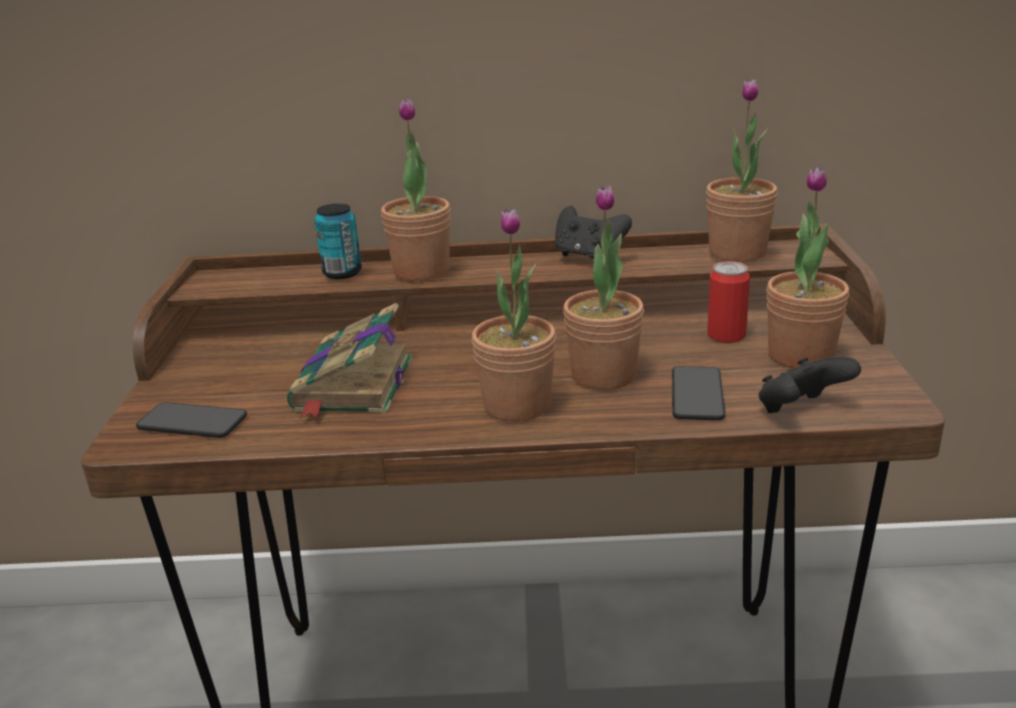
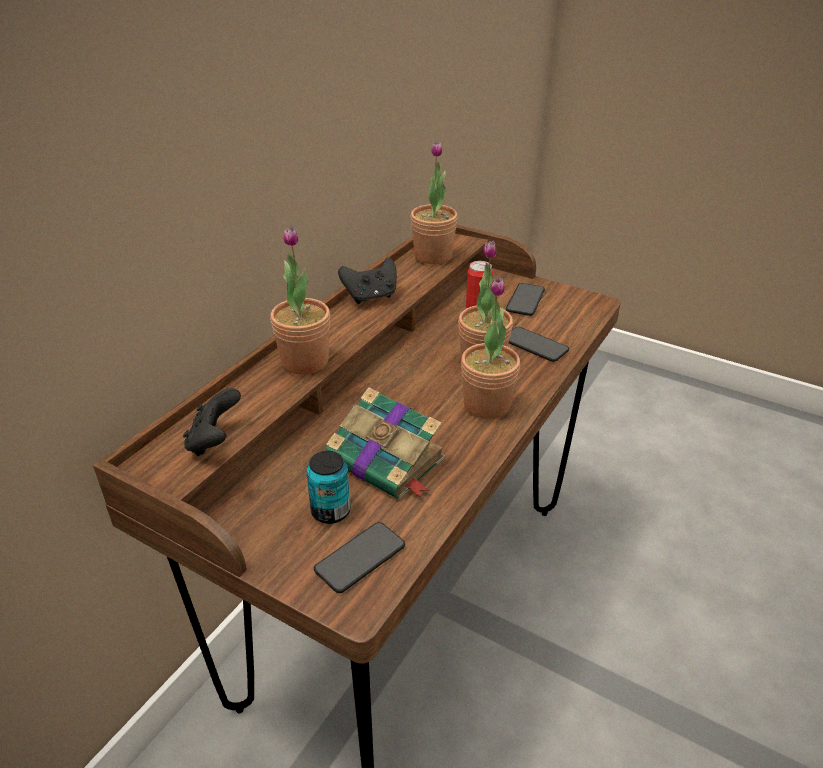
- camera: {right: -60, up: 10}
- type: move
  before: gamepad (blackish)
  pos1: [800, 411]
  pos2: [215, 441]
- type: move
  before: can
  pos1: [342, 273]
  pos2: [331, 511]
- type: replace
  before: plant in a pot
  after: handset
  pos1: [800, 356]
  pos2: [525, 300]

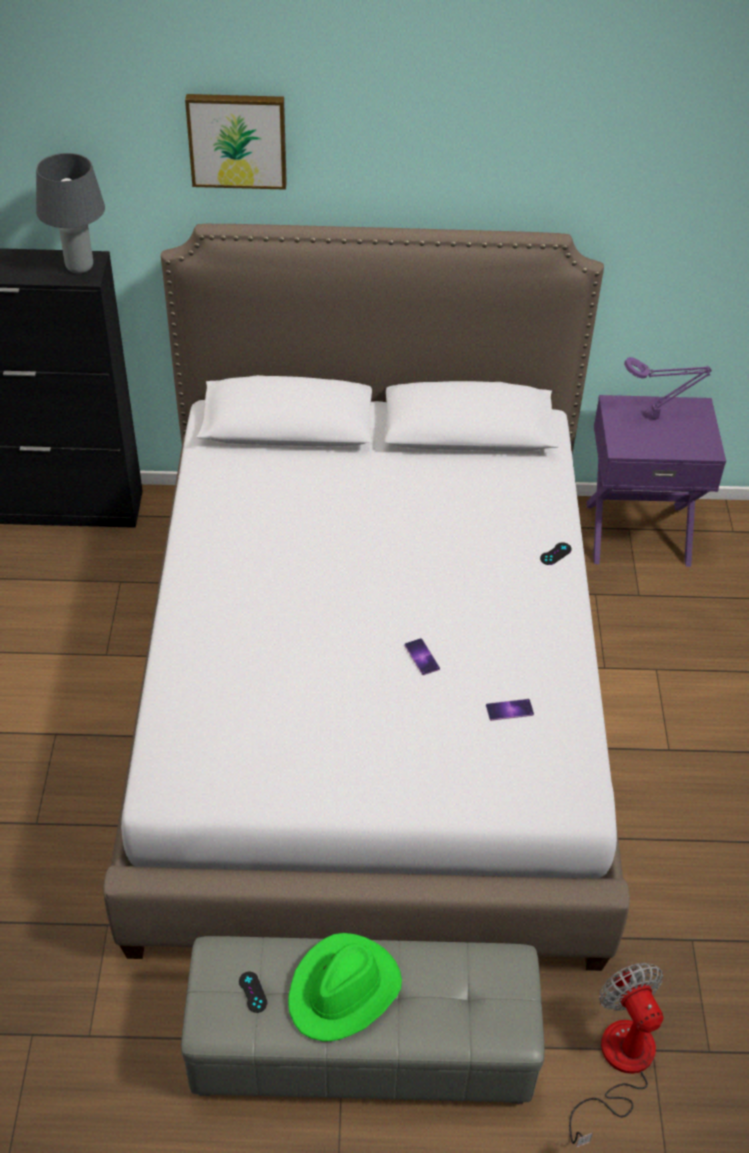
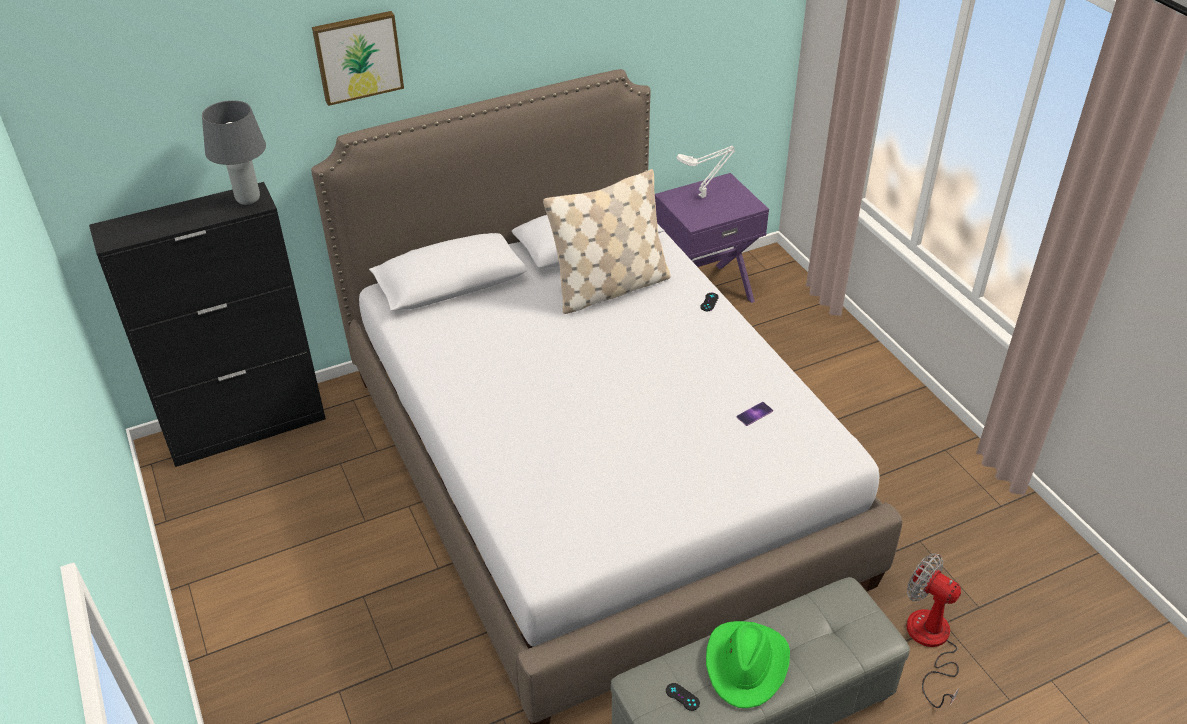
- camera: {right: -25, up: -5}
- type: insert
  after: throw pillow (sand-coloured)
  pos2: [610, 288]
- type: recolor
  before: tabletop lamp (purple-coloured)
  after: tabletop lamp (white)
  pos1: [657, 417]
  pos2: [704, 195]
- type: delete
  before: handset
  pos1: [422, 657]

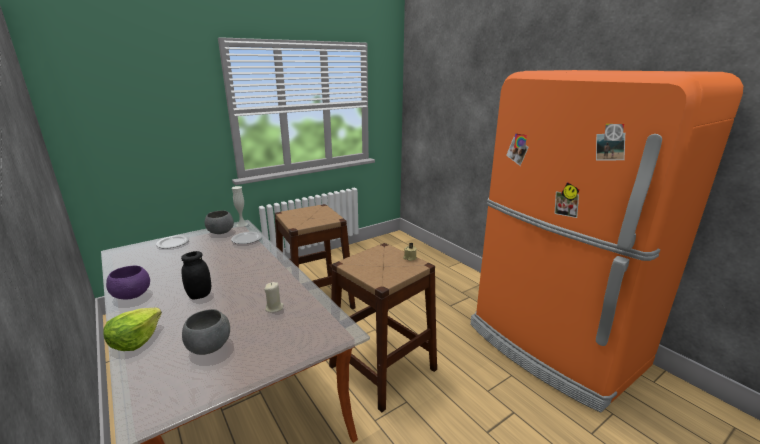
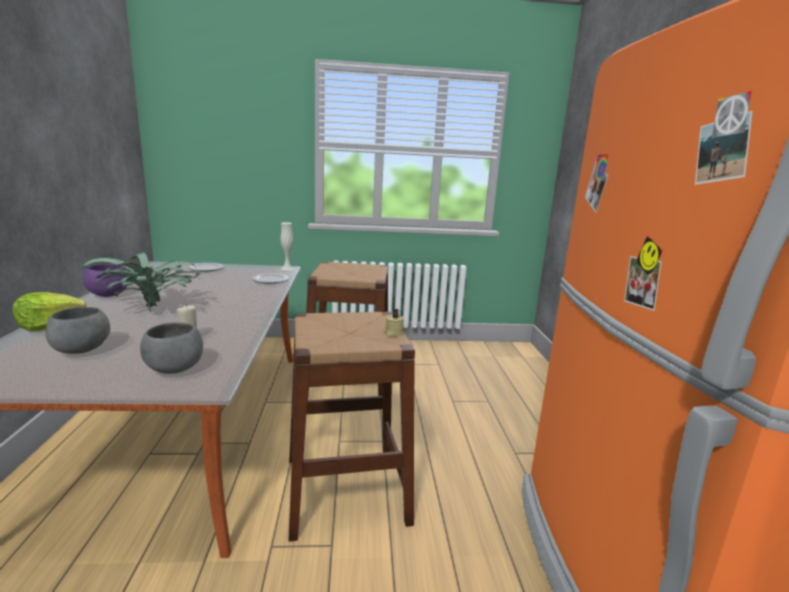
- camera: {right: 30, up: -5}
- type: replace
  before: storage jar (blackish)
  after: plant in a pot
  pos1: [200, 295]
  pos2: [152, 310]
- type: move
  before: bowl (grey)
  pos1: [221, 232]
  pos2: [175, 369]

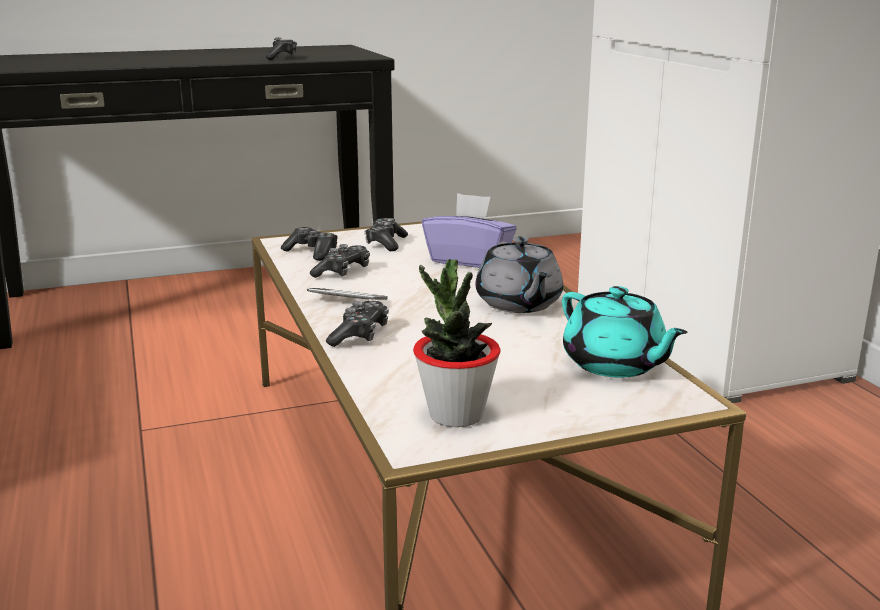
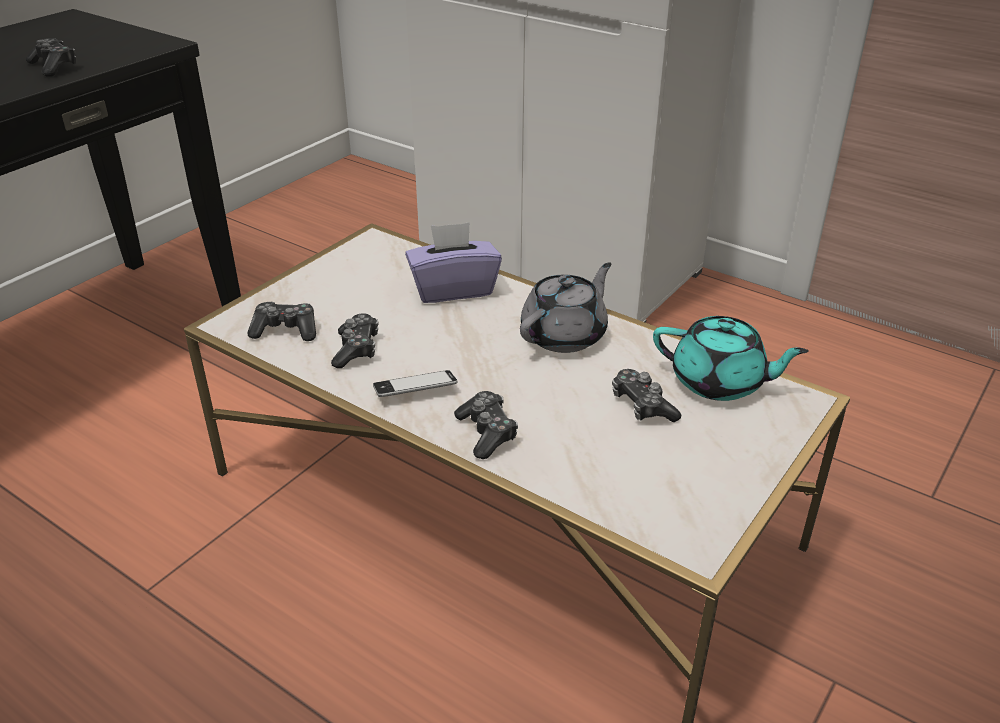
- camera: {right: -35, up: 15}
- type: rotate
  before: teapot (grey)
  pos1: [518, 304]
  pos2: [565, 335]
  turn: -90
- type: move
  before: gamepad
  pos1: [385, 243]
  pos2: [642, 405]
- type: delete
  before: plant in a pot
  pos1: [455, 415]

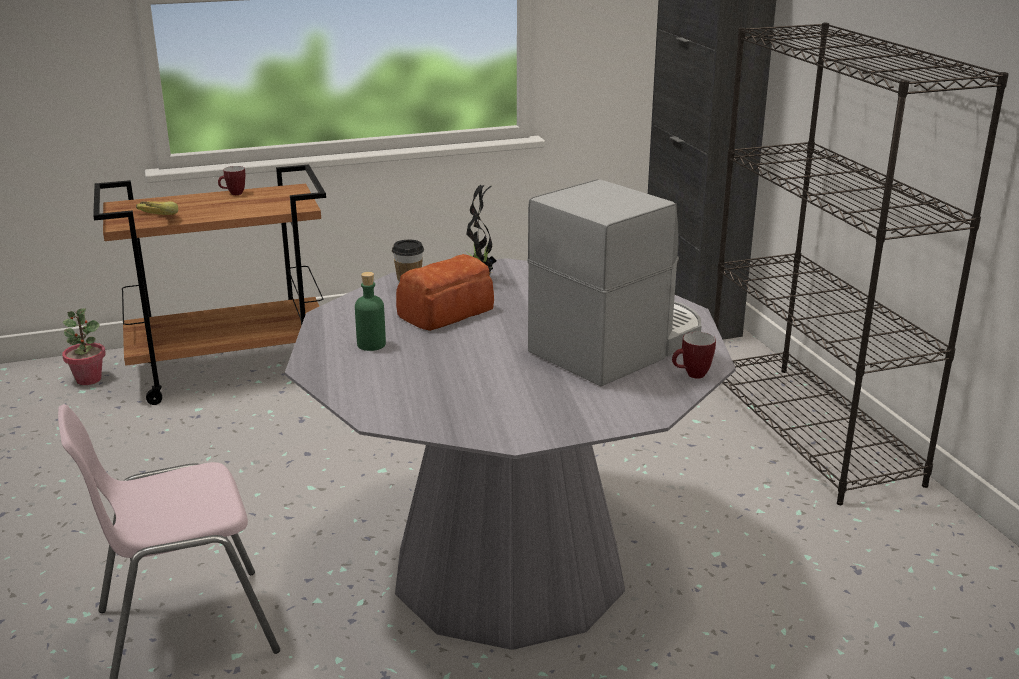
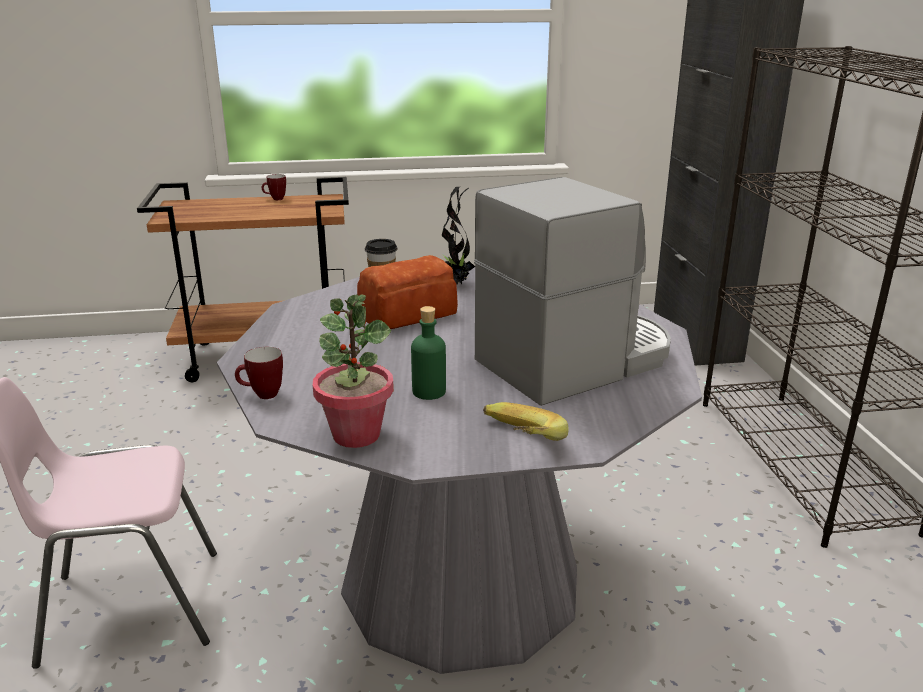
- camera: {right: 10, up: 0}
- type: move
  before: tea mug
  pos1: [691, 375]
  pos2: [261, 395]
- type: move
  before: plant in a pot
  pos1: [88, 379]
  pos2: [356, 435]
- type: move
  before: drink bottle (green)
  pos1: [371, 344]
  pos2: [429, 391]
- type: move
  before: banana fruit
  pos1: [151, 221]
  pos2: [516, 446]

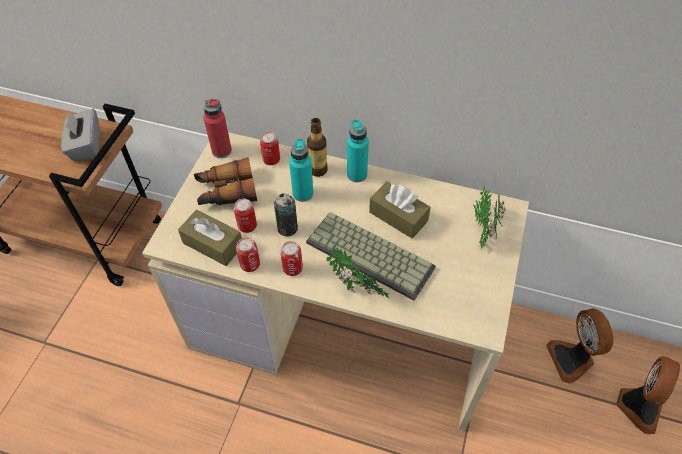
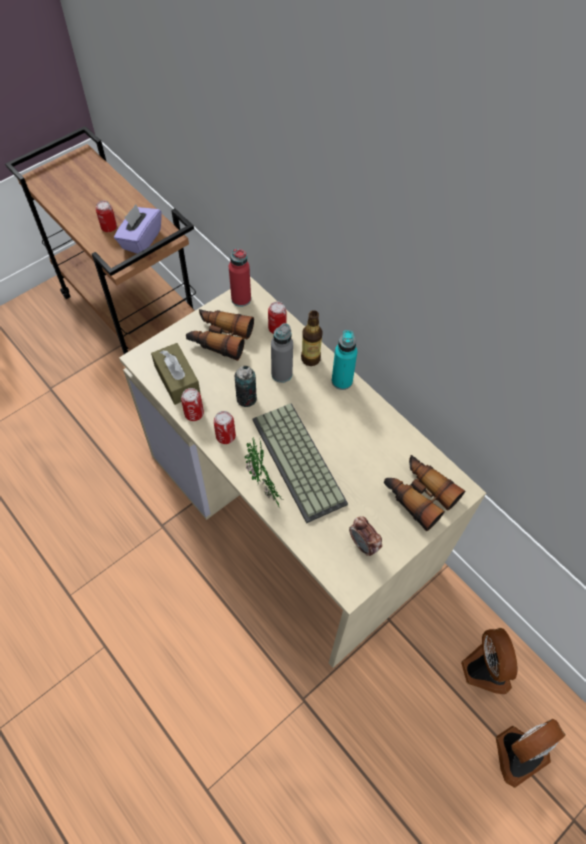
- camera: {right: 30, up: 5}
- type: move
  before: can
  pos1: [247, 226]
  pos2: [109, 227]
- type: recolor
  before: box of tissues (grey)
  after: box of tissues (purple-coloured)
  pos1: [86, 146]
  pos2: [141, 240]
- type: recolor
  before: drink bottle (turquoise)
  after: drink bottle (grey)
  pos1: [303, 193]
  pos2: [281, 374]
- type: insert
  after: bedside clock
  pos2: [363, 544]
- type: replace
  before: plant in a pot
  after: pair of binoculars
  pos1: [482, 229]
  pos2: [419, 494]
- type: rotate
  before: cooling fan
  pos1: [572, 359]
  pos2: [484, 669]
  turn: 150
- type: delete
  before: box of tissues (brown-coloured)
  pos1: [398, 216]

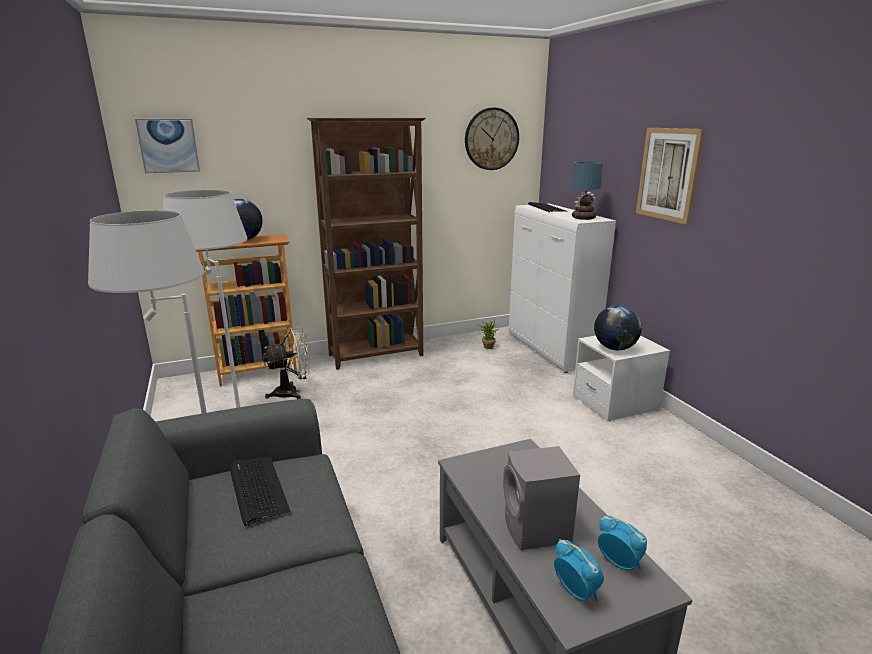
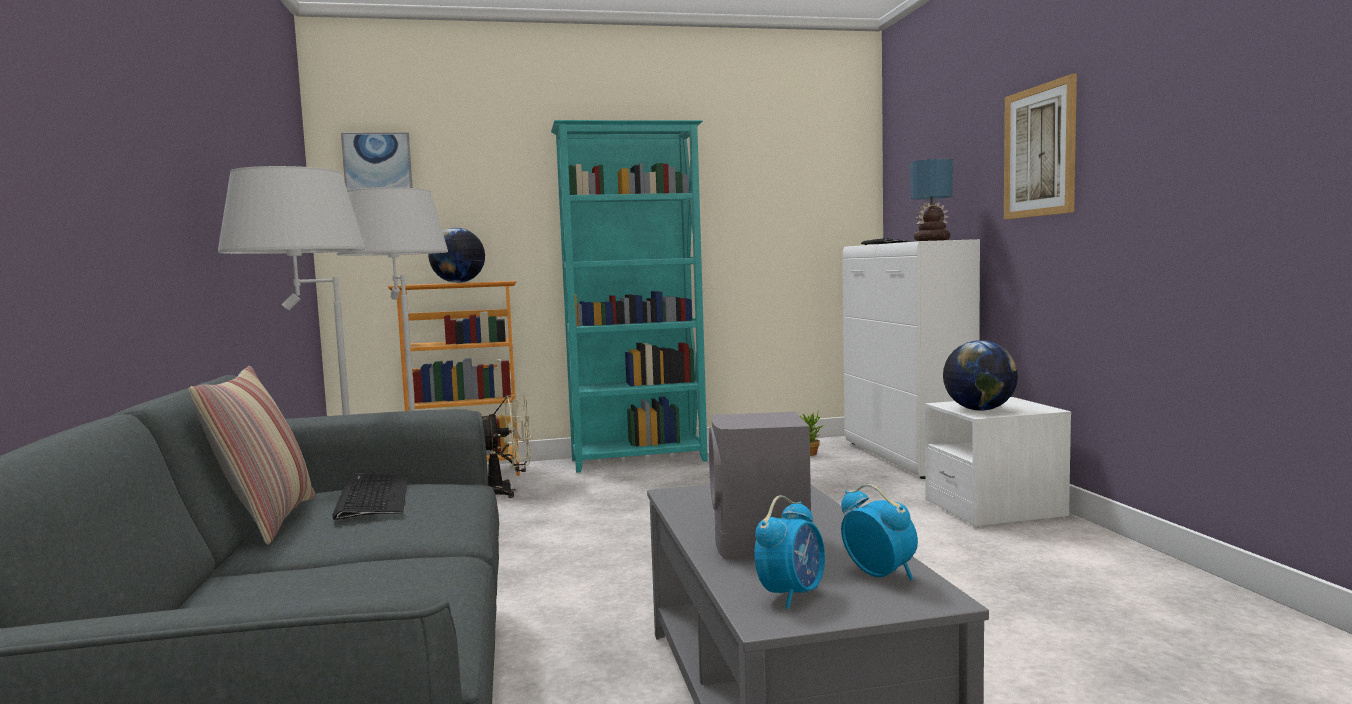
- camera: {right: 10, up: -15}
- type: insert
  after: throw pillow
  pos2: [267, 521]
- type: recolor
  before: bookcase (brown-coloured)
  after: bookcase (turquoise)
  pos1: [377, 355]
  pos2: [640, 460]
- type: rotate
  before: bedside clock
  pos1: [576, 591]
  pos2: [792, 594]
  turn: 60
- type: delete
  before: wall clock
  pos1: [491, 139]

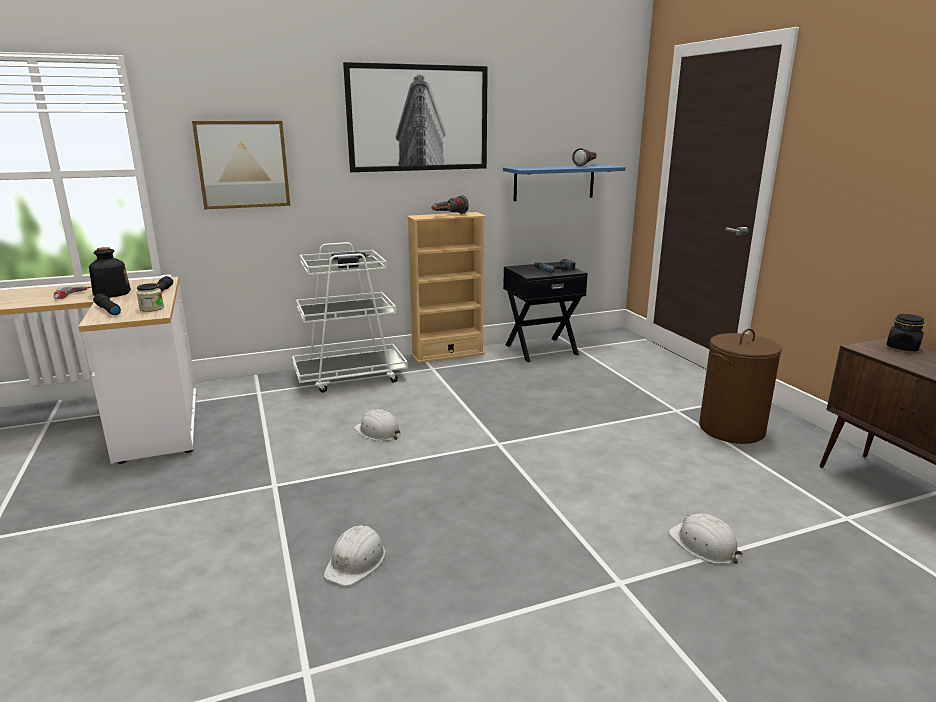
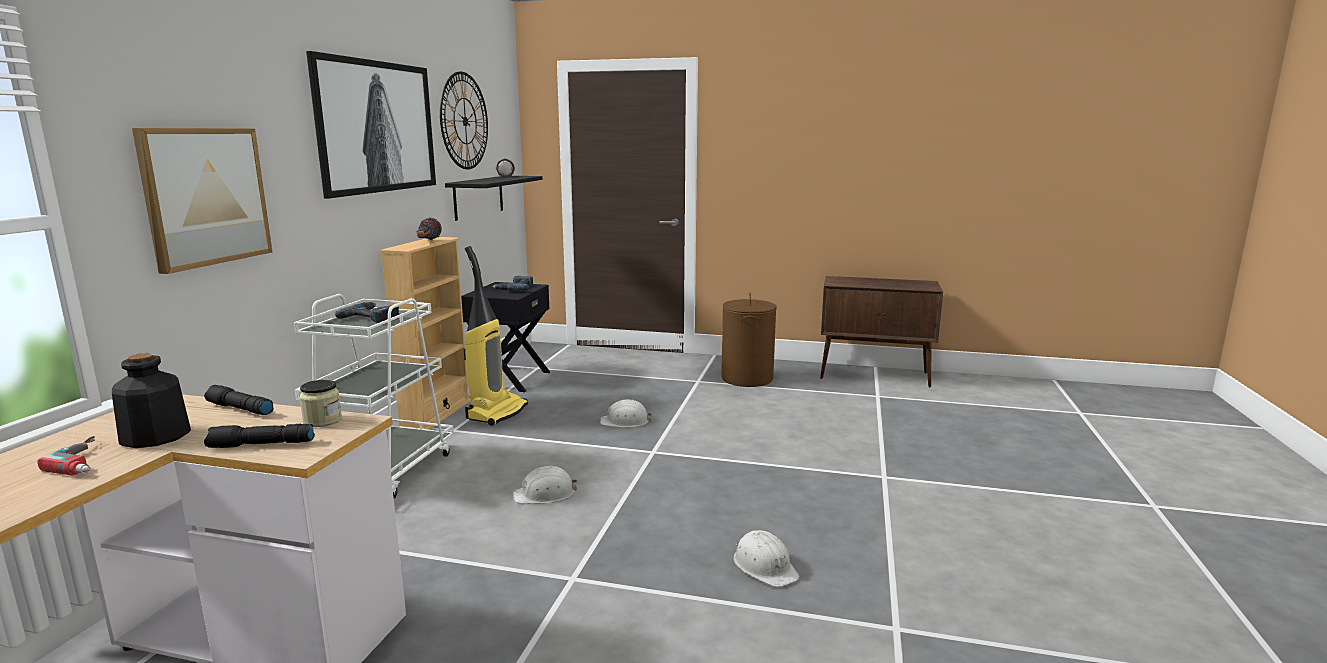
- camera: {right: -55, up: -5}
- type: insert
  after: wall clock
  pos2: [464, 121]
- type: recolor
  before: wall shelf (blue)
  after: wall shelf (blackish)
  pos1: [554, 182]
  pos2: [478, 197]
- type: insert
  after: vacuum cleaner
  pos2: [496, 412]
- type: move
  before: hard hat (white)
  pos1: [704, 545]
  pos2: [625, 421]
- type: delete
  before: storage jar (blackish)
  pos1: [902, 347]

